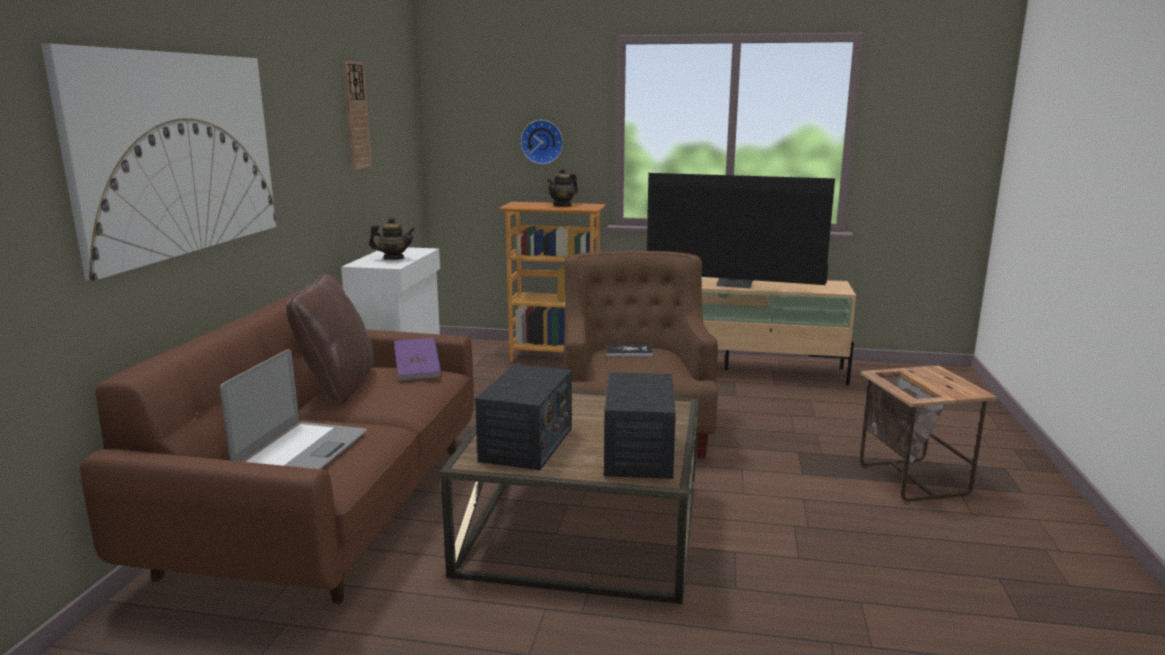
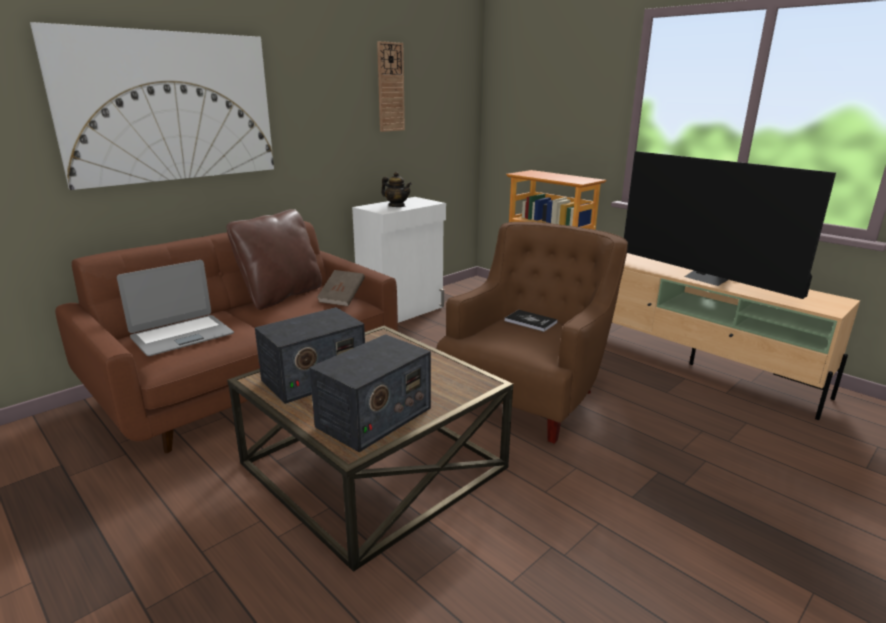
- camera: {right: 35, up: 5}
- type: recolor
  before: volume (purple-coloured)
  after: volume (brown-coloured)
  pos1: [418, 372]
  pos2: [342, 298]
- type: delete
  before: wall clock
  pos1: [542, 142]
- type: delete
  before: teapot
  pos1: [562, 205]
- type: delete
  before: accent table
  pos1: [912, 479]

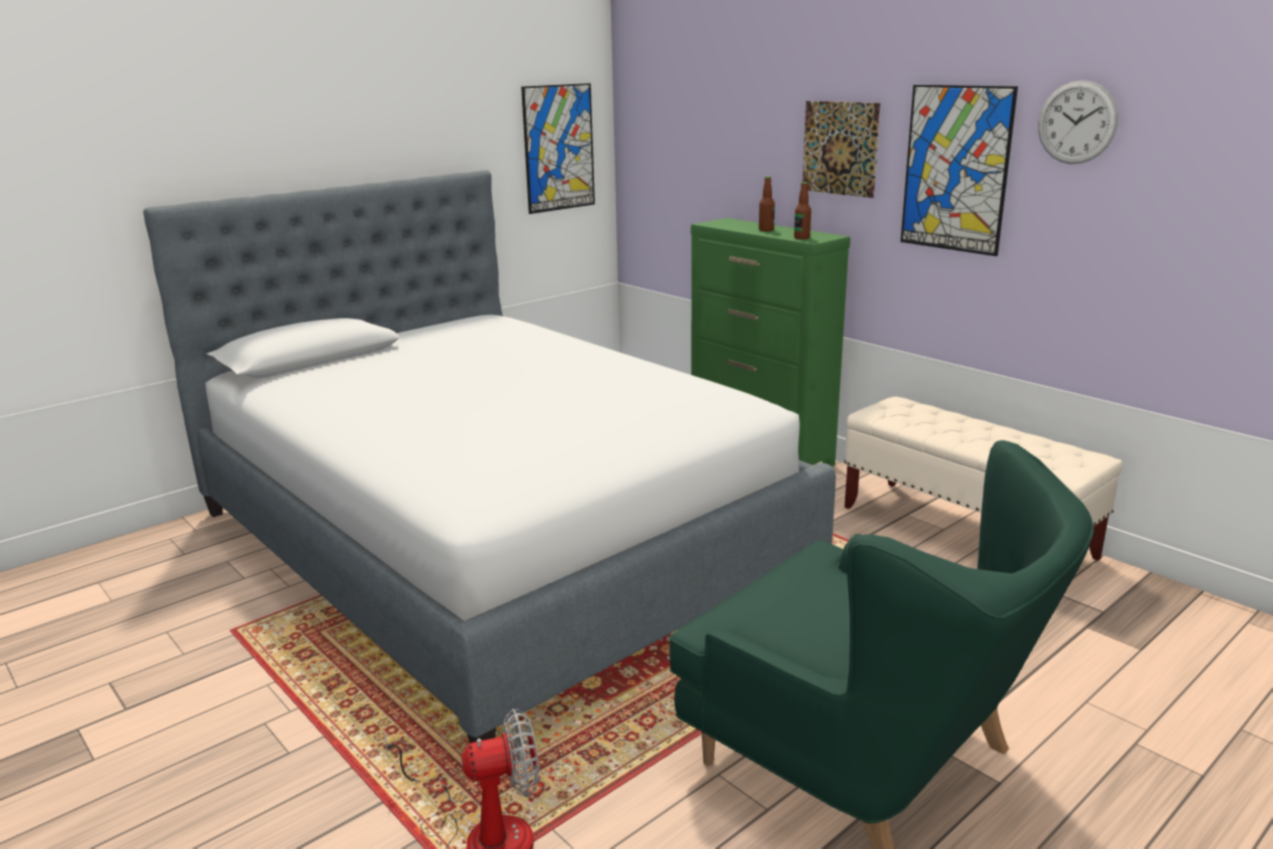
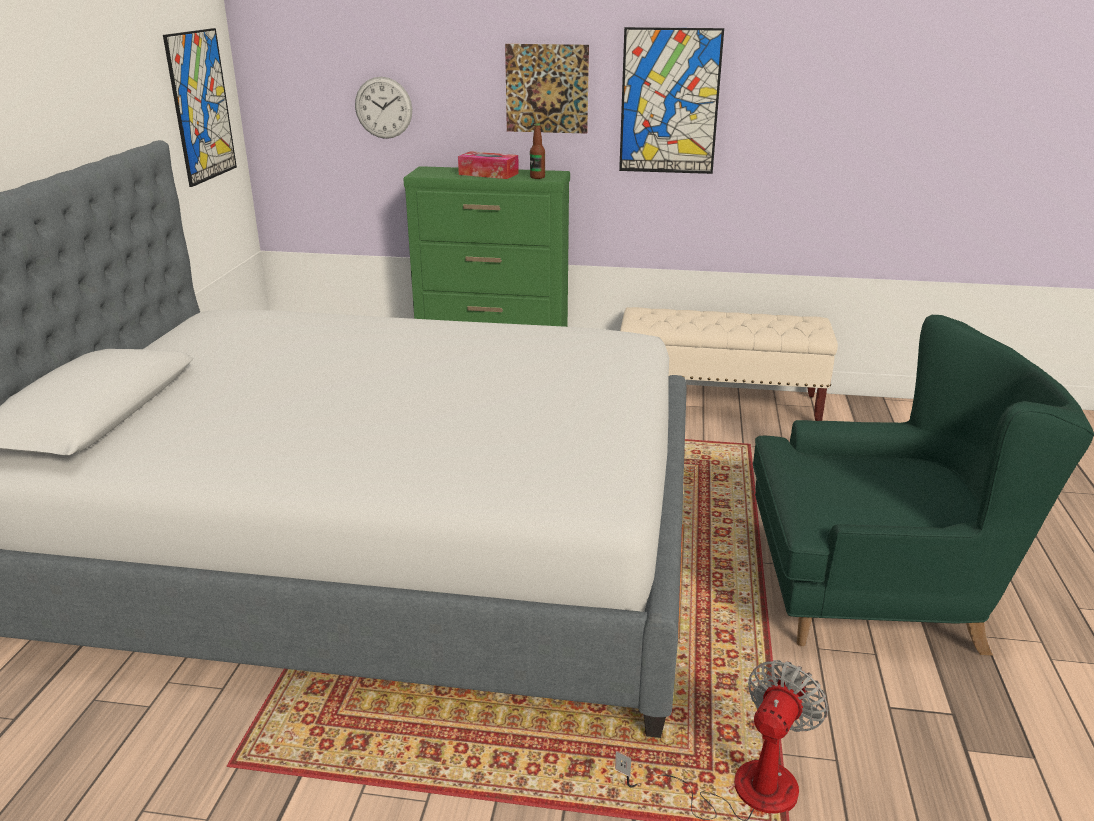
- camera: {right: -40, up: 5}
- type: move
  before: wall clock
  pos1: [1077, 122]
  pos2: [383, 108]
- type: replace
  before: drink bottle
  after: box of tissues
  pos1: [766, 230]
  pos2: [488, 174]

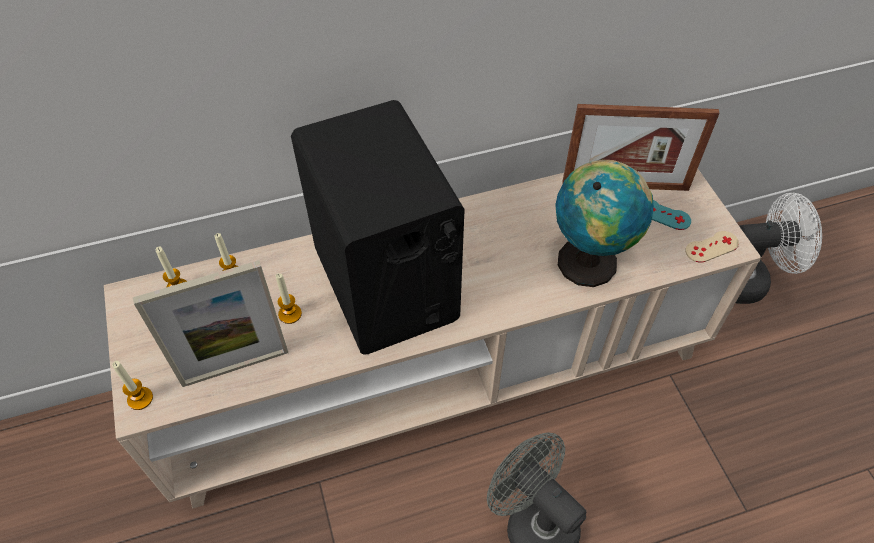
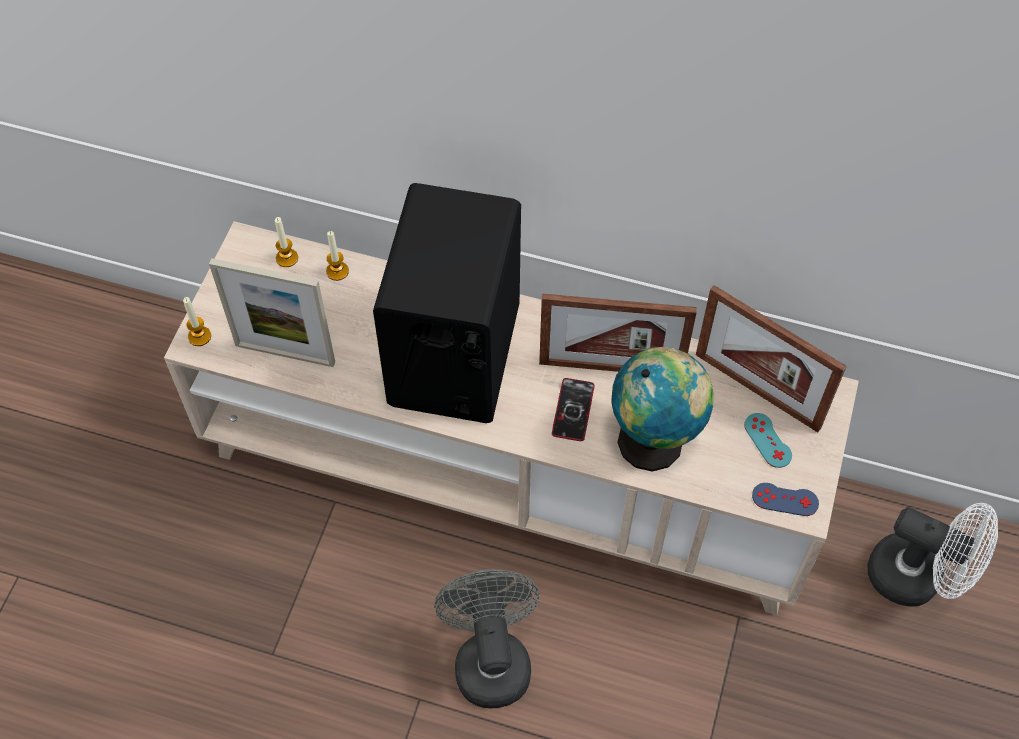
- camera: {right: 35, up: 5}
- type: insert
  after: photo frame
  pos2: [611, 368]
- type: insert
  after: handset
  pos2: [573, 410]
- type: recolor
  before: gamepad (sand-coloured)
  after: gamepad (blue)
  pos1: [711, 247]
  pos2: [785, 499]
- type: delete
  before: wax candle
  pos1: [290, 314]

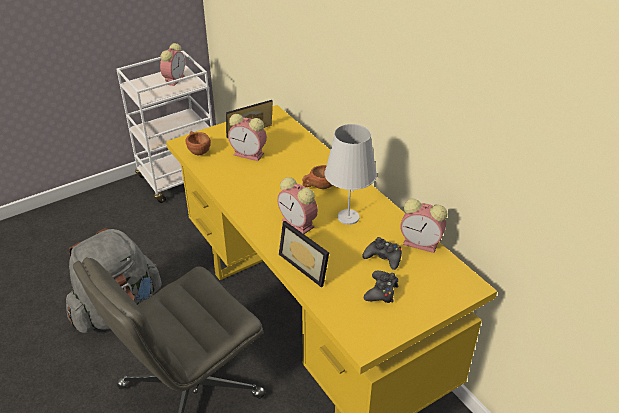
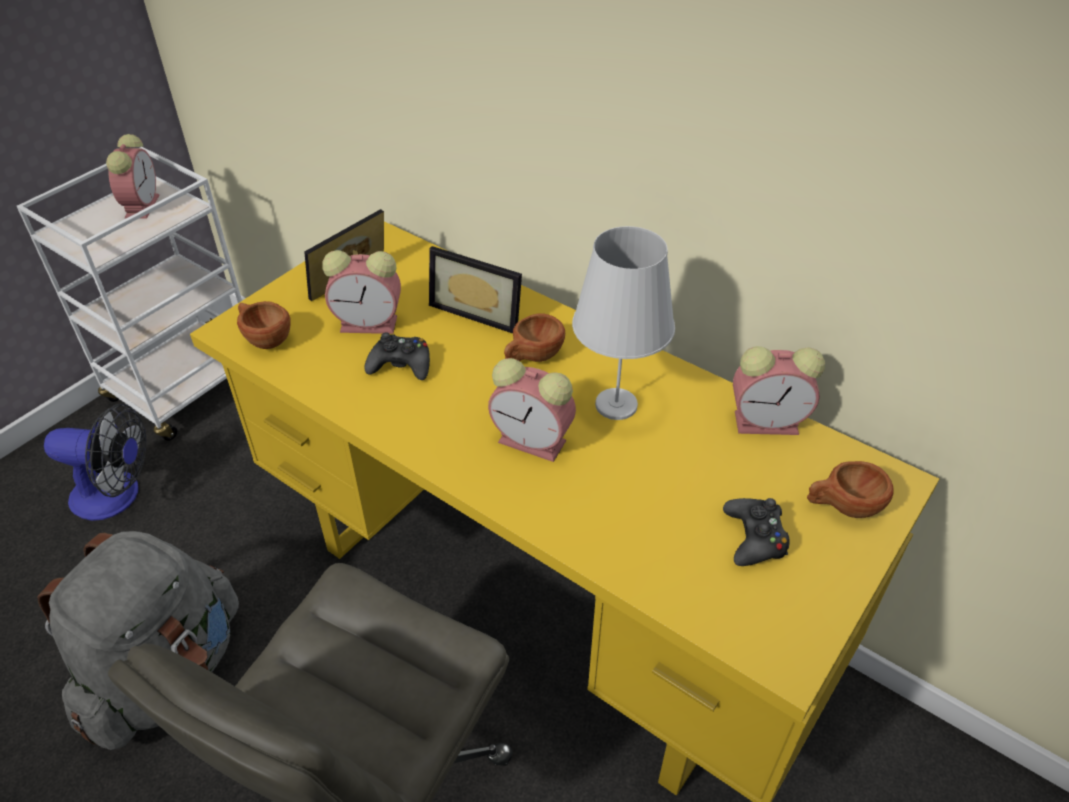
- camera: {right: -20, up: 5}
- type: insert
  after: cooling fan
  pos2: [117, 496]
- type: move
  before: gamepad (blackish)
  pos1: [383, 257]
  pos2: [401, 365]
- type: move
  before: photo frame
  pos1: [307, 265]
  pos2: [480, 310]
- type: insert
  after: small cup (brown-coloured)
  pos2: [843, 506]

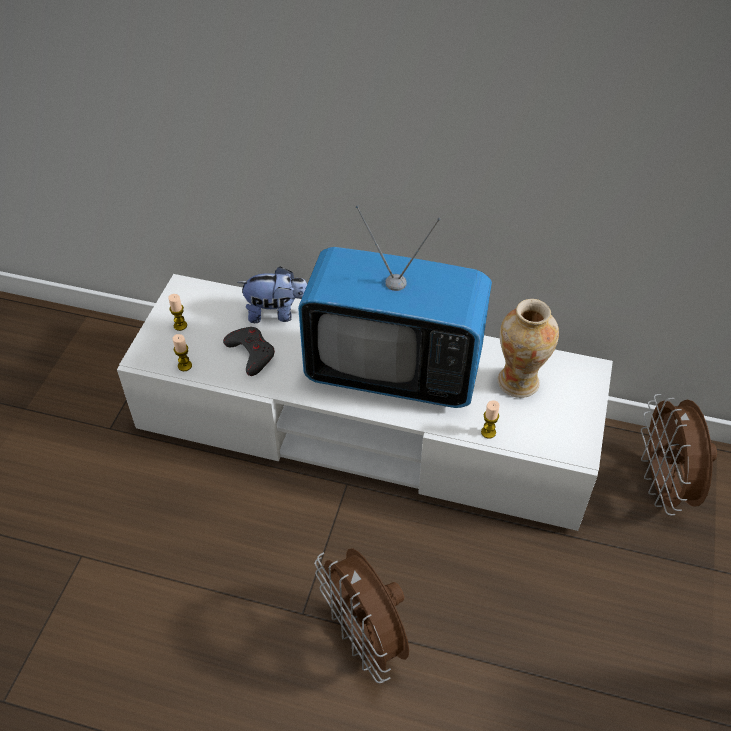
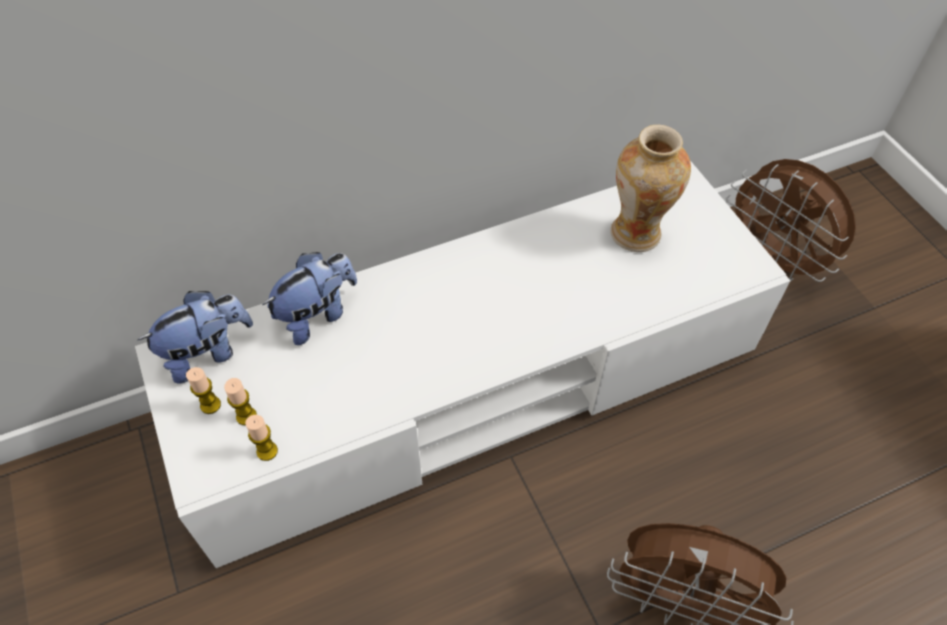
- camera: {right: -40, up: 5}
- type: insert
  after: plush toy
  pos2: [207, 353]
- type: move
  before: wax candle
  pos1: [488, 432]
  pos2: [246, 416]
- type: delete
  before: gamepad (grey)
  pos1: [251, 353]
- type: delete
  before: TV set
  pos1: [393, 371]

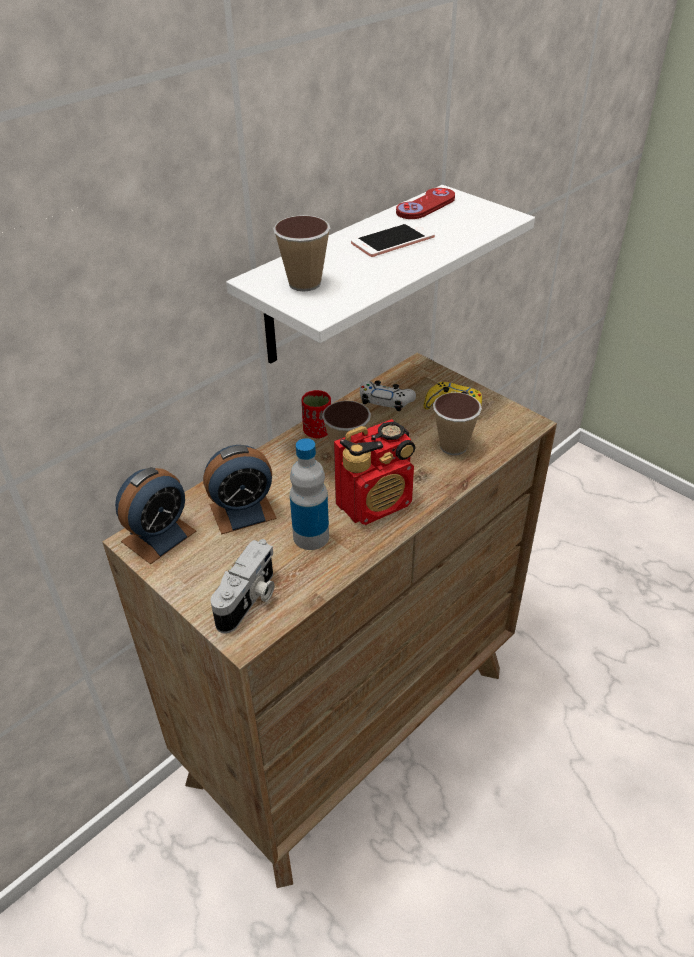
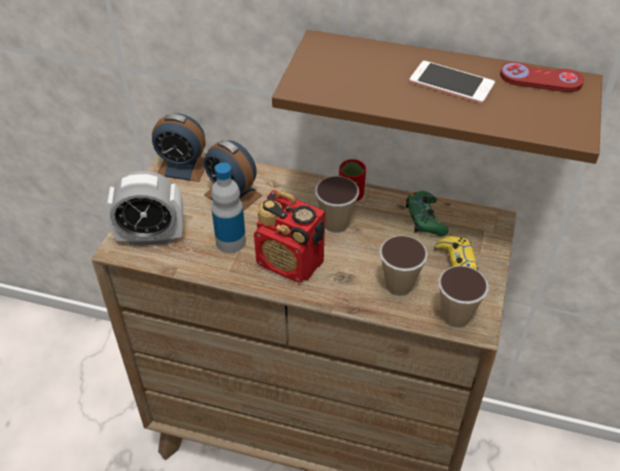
- camera: {right: 60, up: 5}
- type: replace
  before: photo camera
  after: bedside clock
  pos1: [249, 600]
  pos2: [151, 237]
- type: recolor
  before: wall shelf (white)
  after: wall shelf (brown-coloured)
  pos1: [345, 276]
  pos2: [443, 93]
- type: recolor
  before: gamepad (white)
  after: gamepad (green)
  pos1: [386, 401]
  pos2: [425, 219]
- type: move
  before: small cup
  pos1: [304, 283]
  pos2: [456, 316]

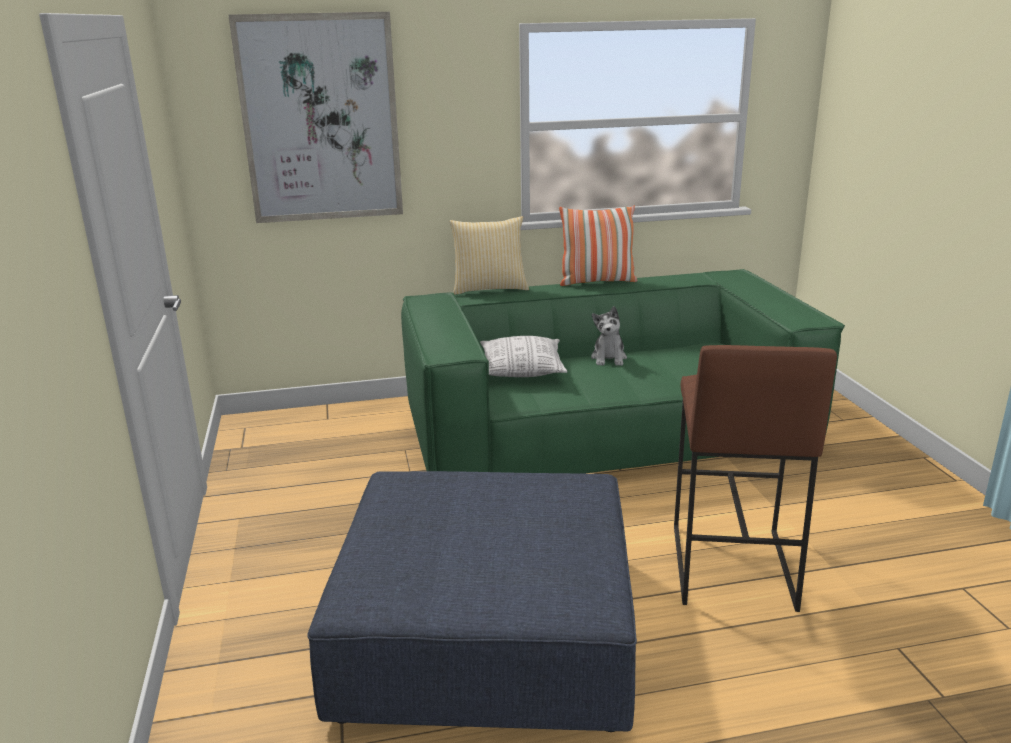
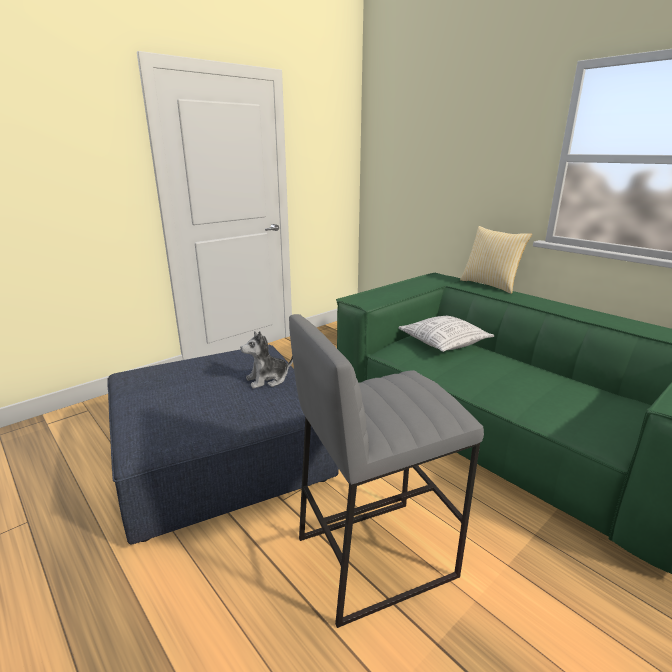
- camera: {right: 60, up: 0}
- type: move
  before: plush toy
  pos1: [609, 358]
  pos2: [267, 379]
- type: recolor
  before: sitting stool (brown-coloured)
  after: sitting stool (grey)
  pos1: [729, 565]
  pos2: [375, 555]
- type: delete
  before: wall art
  pos1: [321, 119]
- type: delete
  before: throw pillow
  pos1: [597, 281]

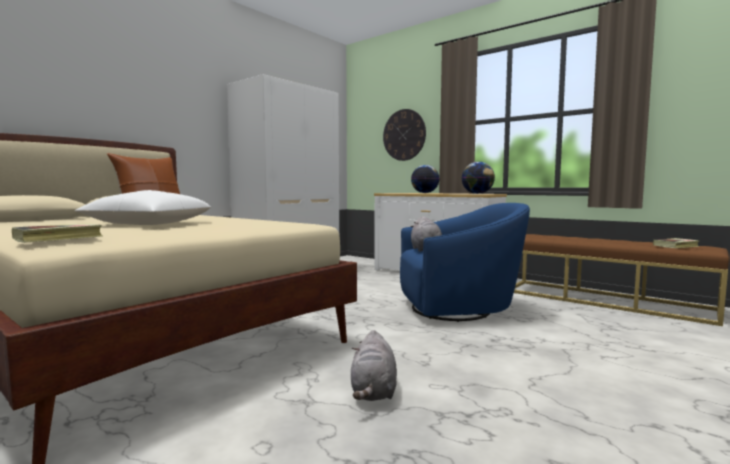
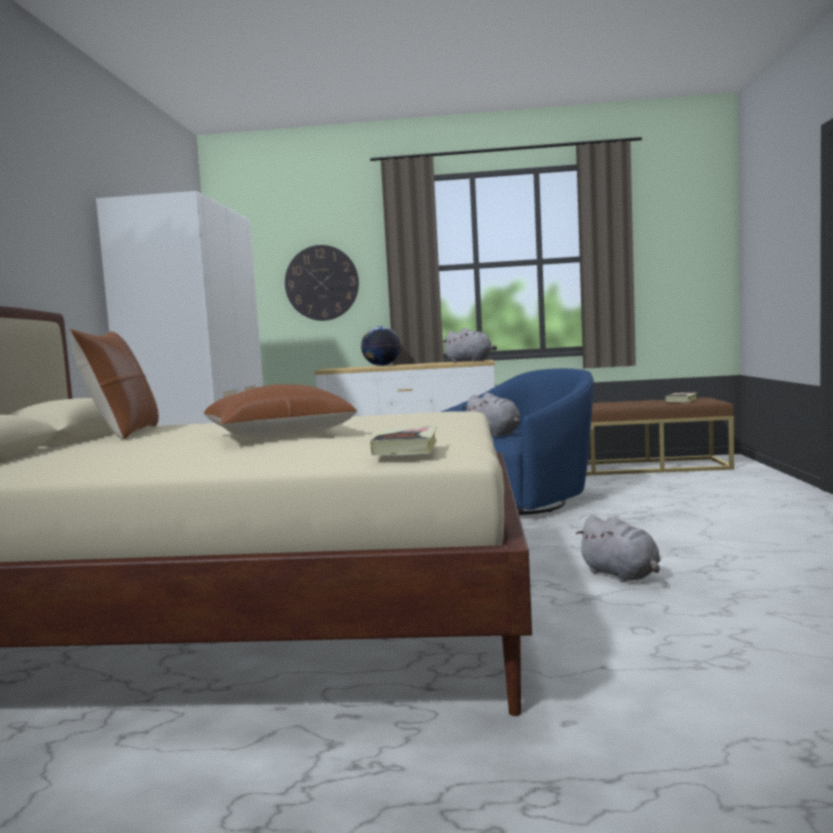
- camera: {right: -35, up: 0}
- type: recolor
  before: throw pillow (white)
  after: throw pillow (brown-coloured)
  pos1: [149, 224]
  pos2: [278, 435]
- type: replace
  before: desk globe
  after: plush toy (grey)
  pos1: [477, 193]
  pos2: [470, 361]

